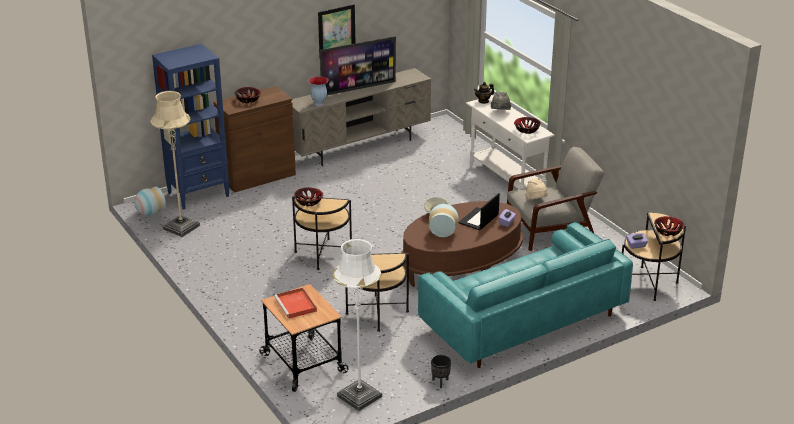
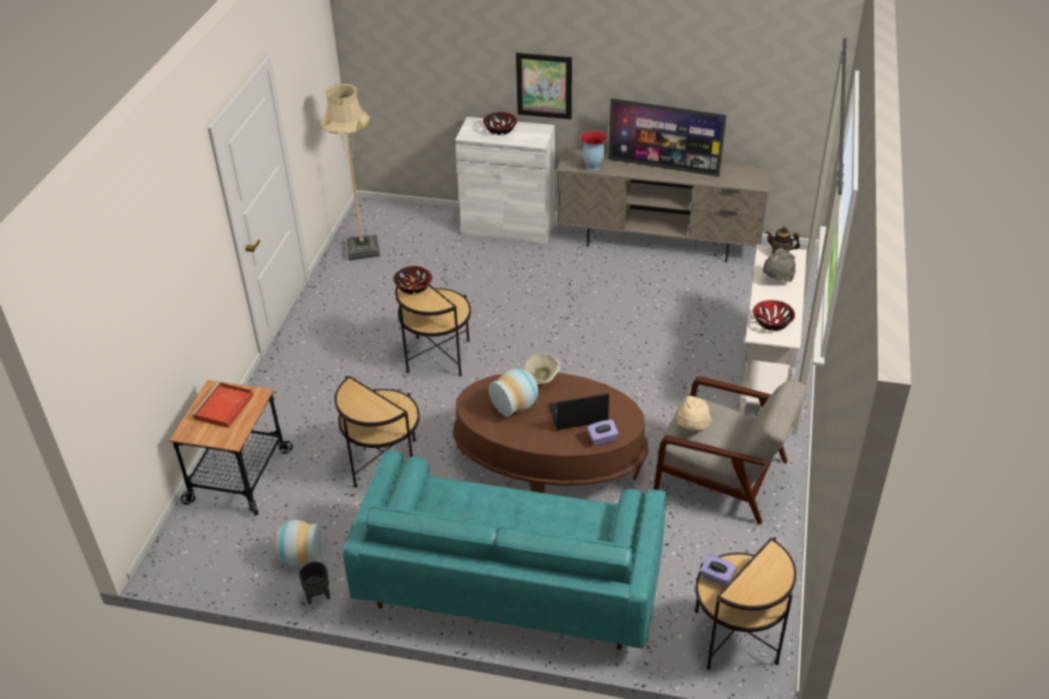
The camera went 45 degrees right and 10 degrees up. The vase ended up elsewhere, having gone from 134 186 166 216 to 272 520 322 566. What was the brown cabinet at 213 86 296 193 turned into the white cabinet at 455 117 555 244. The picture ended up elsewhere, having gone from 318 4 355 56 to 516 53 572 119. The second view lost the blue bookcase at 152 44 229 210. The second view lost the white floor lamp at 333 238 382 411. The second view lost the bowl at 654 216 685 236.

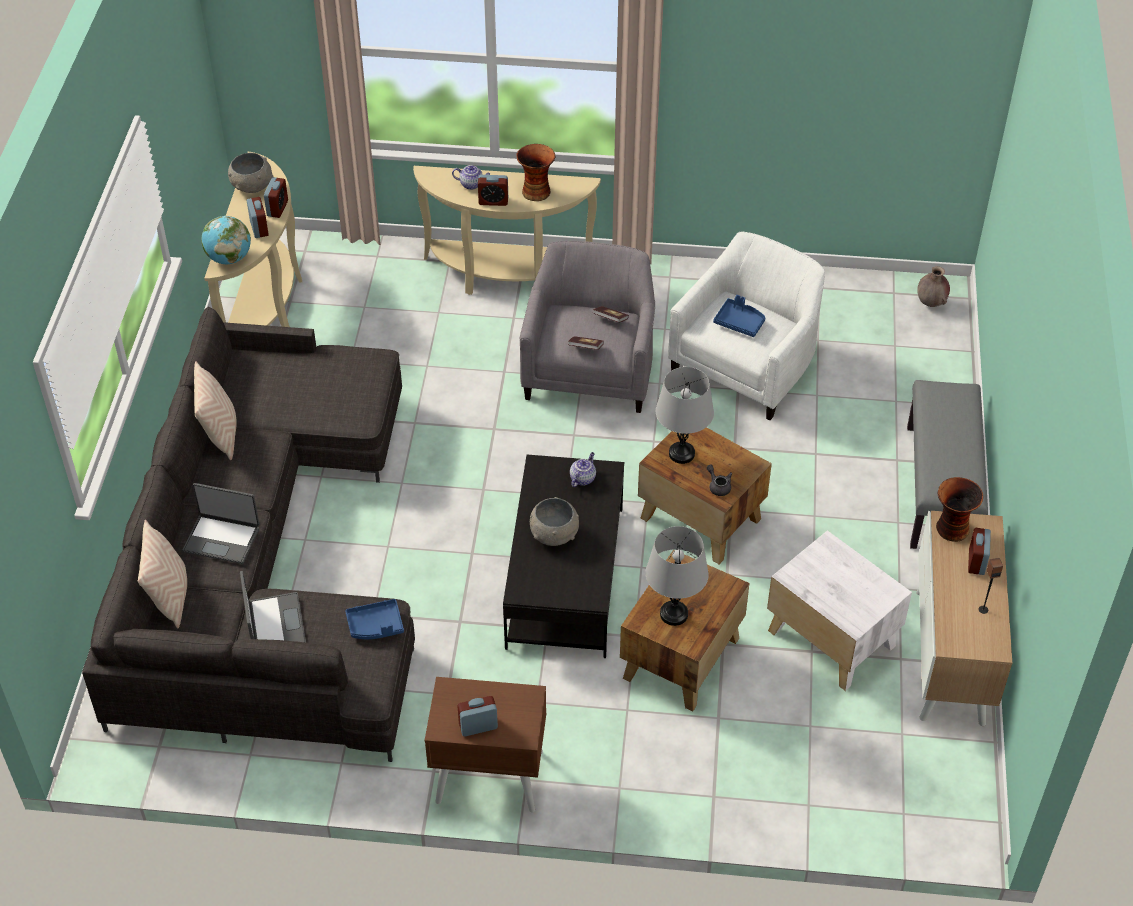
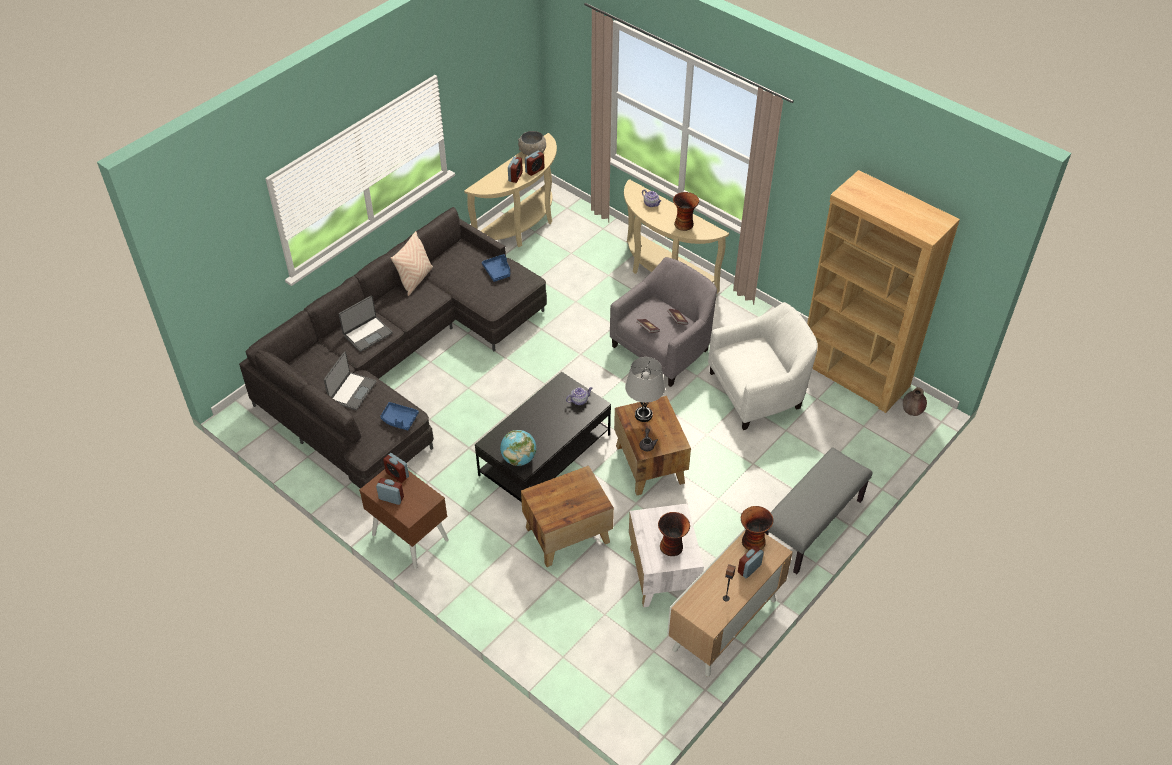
The camera went 35 degrees right and 0 degrees up. The laptop at 183 483 260 564 ended up facing another way, 90 degrees counterclockwise from before. The alarm clock ended up elsewhere, having gone from 478 175 508 206 to 383 453 409 483. The blue tray ended up elsewhere, having gone from 713 295 765 337 to 482 254 510 282. The globe ended up elsewhere, having gone from 201 216 251 264 to 500 430 536 466. The second view gained the vase at 658 512 690 556. The second view gained the brown bookcase at 807 170 960 413. The second view lost the beige pillow at 138 519 187 628. The second view lost the grey bowl at 530 497 579 546. The second view lost the grey table lamp at 645 526 709 626.

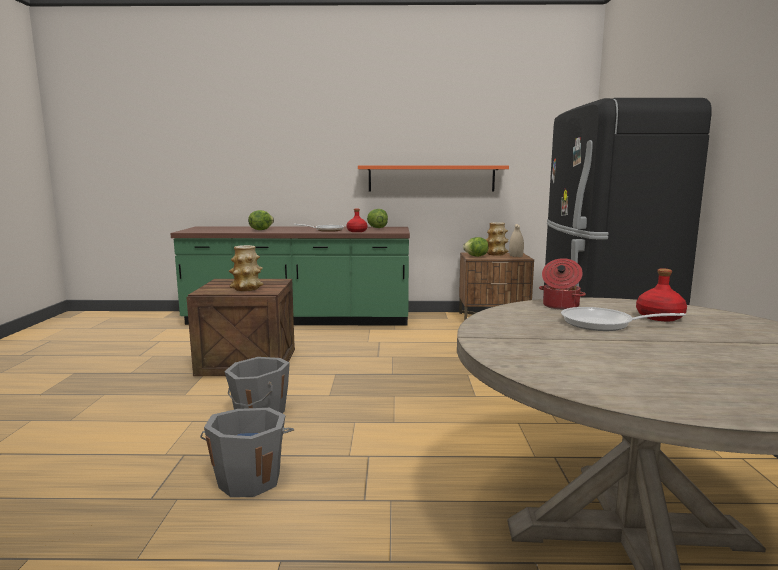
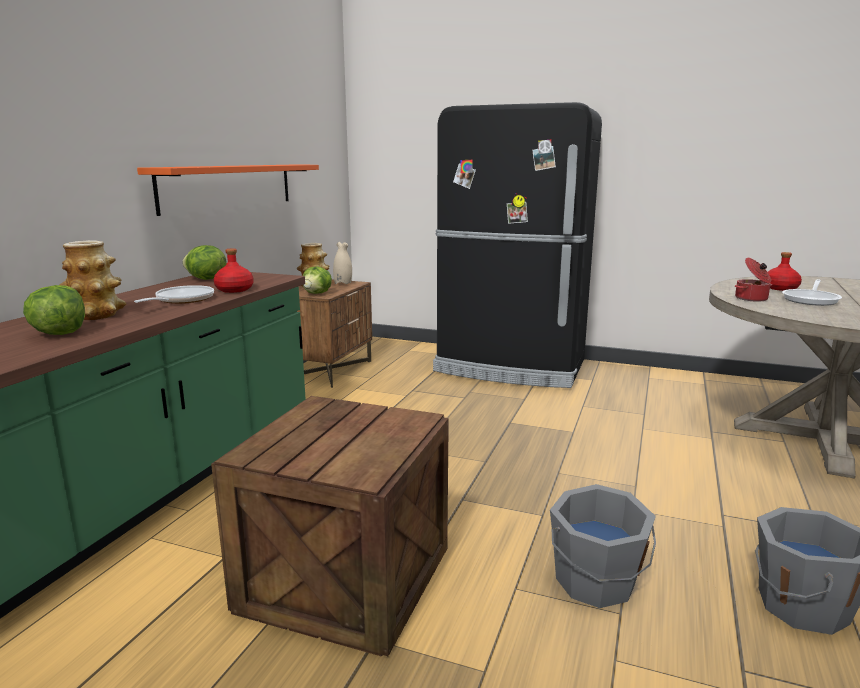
The camera went 70 degrees left and 5 degrees up. The vase ended up elsewhere, having gone from 229 245 264 291 to 59 240 126 320.

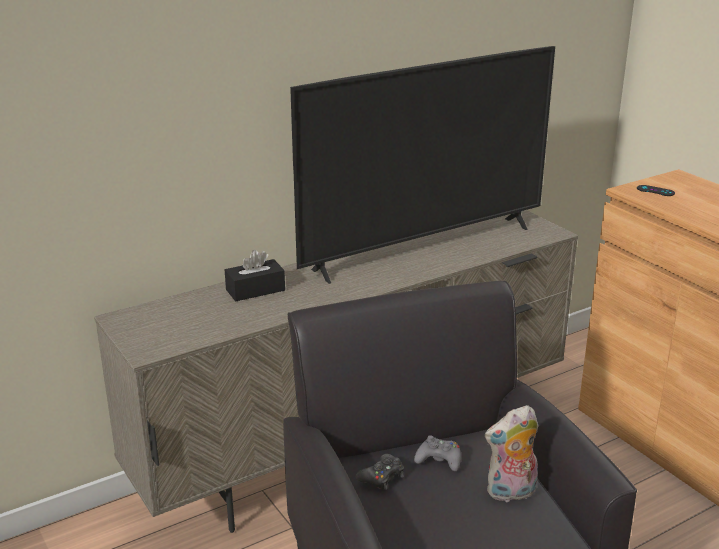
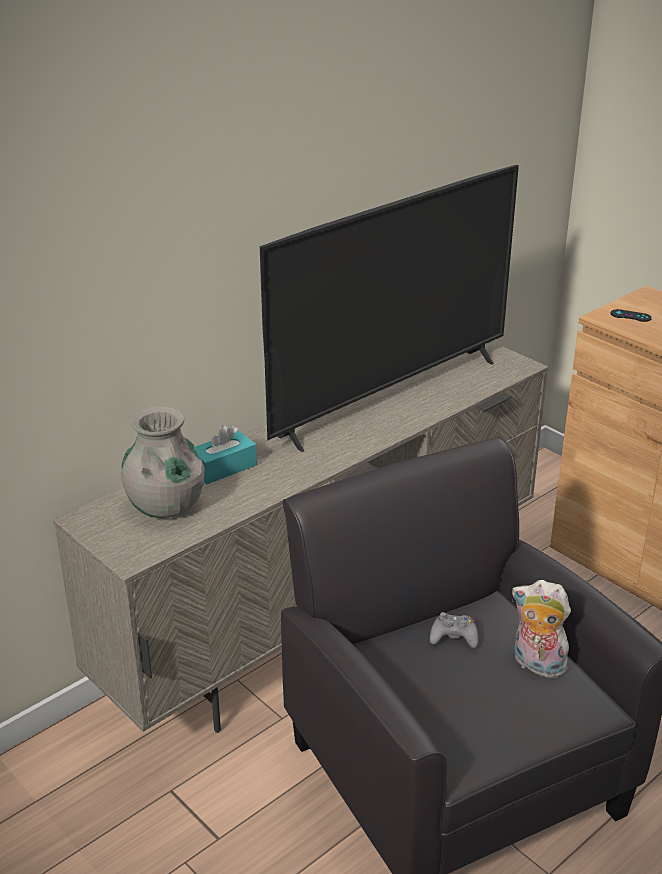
The camera went 10 degrees left and 5 degrees up. The second view gained the grey vase at 121 406 205 518. What was the black tissue box at 225 250 285 301 turned into the turquoise tissue box at 194 425 257 484. The plush toy at 485 405 538 502 ended up facing another way, 60 degrees clockwise from before. The second view lost the black game controller at 356 454 404 490.

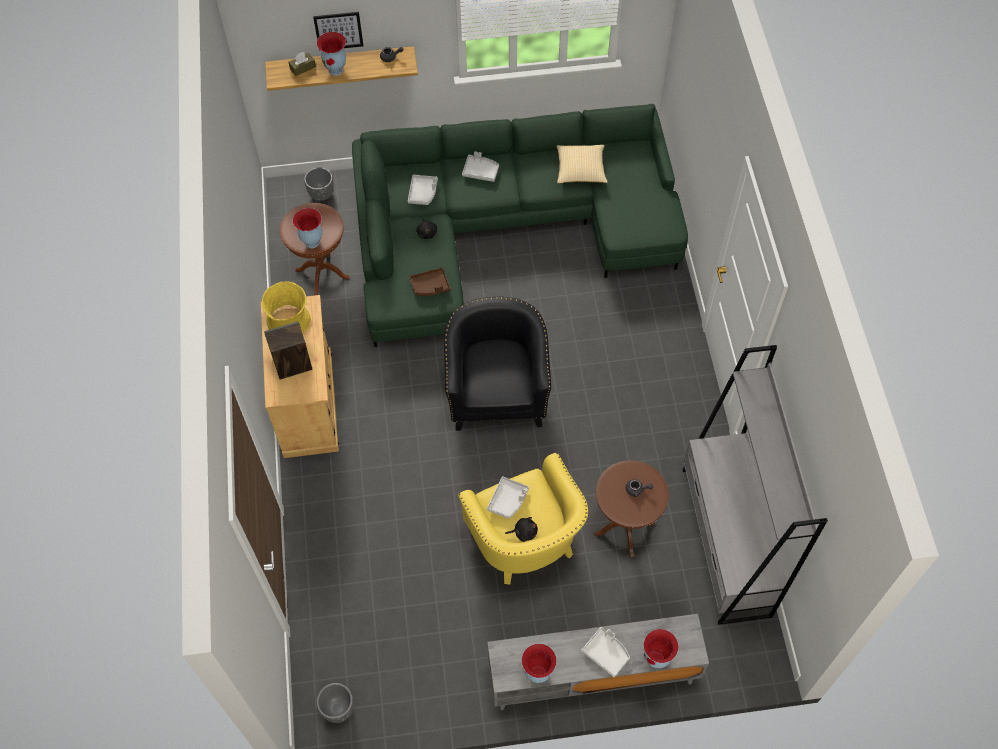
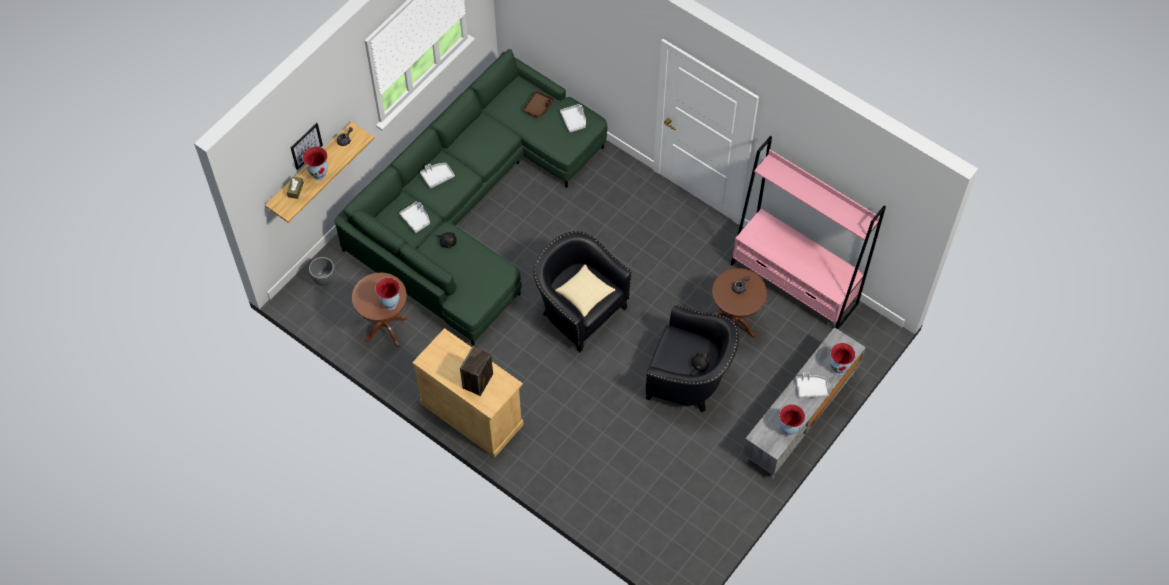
The camera went 45 degrees left and 0 degrees up. The brown tray ended up elsewhere, having gone from 409 268 450 296 to 523 91 554 118. The pillow ended up elsewhere, having gone from 556 145 608 183 to 555 264 616 317. The grey tray ended up elsewhere, having gone from 487 477 529 519 to 560 104 586 132. What was the yellow armchair at 458 453 588 585 turned into the black armchair at 645 305 739 413. What was the grey bookcase at 682 345 828 625 turned into the pink bookcase at 731 136 886 329. The second view lost the yellow vase at 262 281 311 333. The second view lost the grey planter at 316 683 354 723.

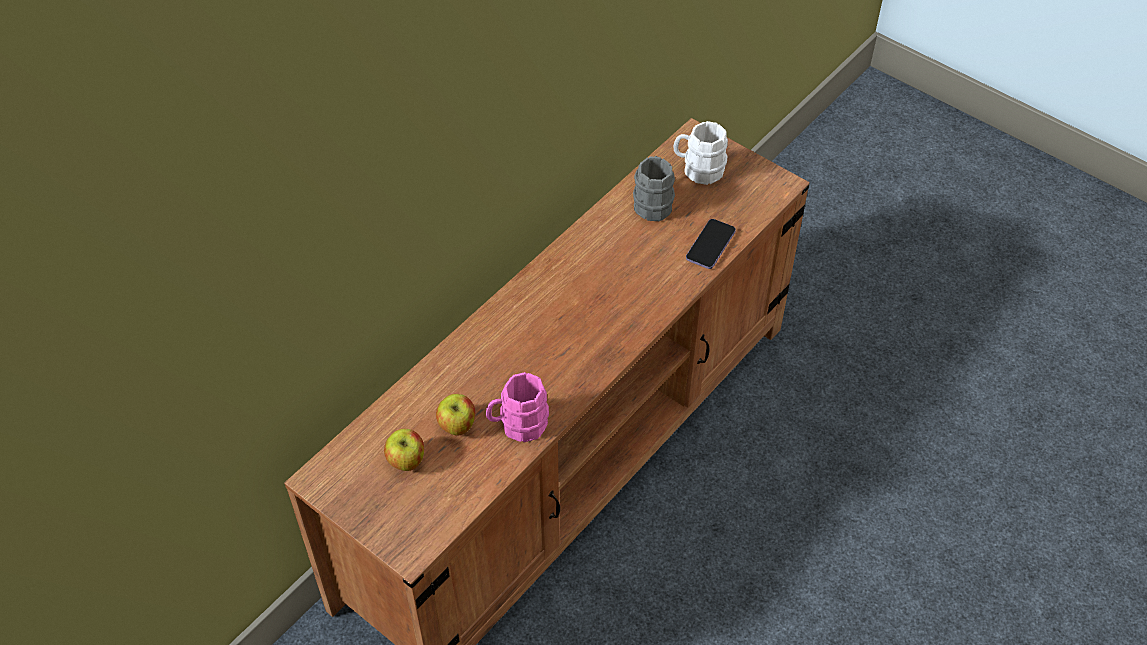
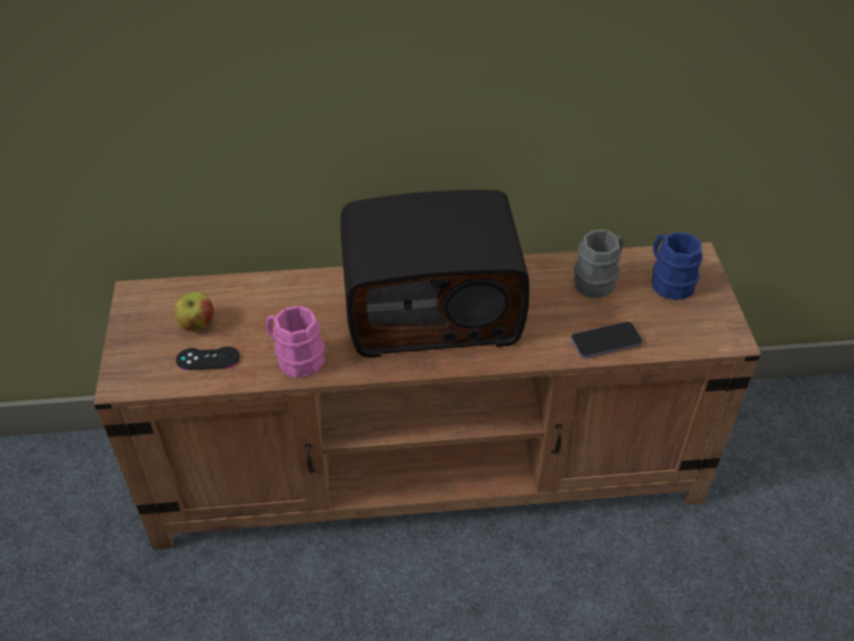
The camera went 45 degrees right and 5 degrees down. The second view gained the black game controller at 176 346 240 370. The second view gained the radio at 340 190 530 358. What was the white mug at 673 121 728 185 turned into the blue mug at 652 232 703 300. The second view lost the apple at 436 394 475 436.

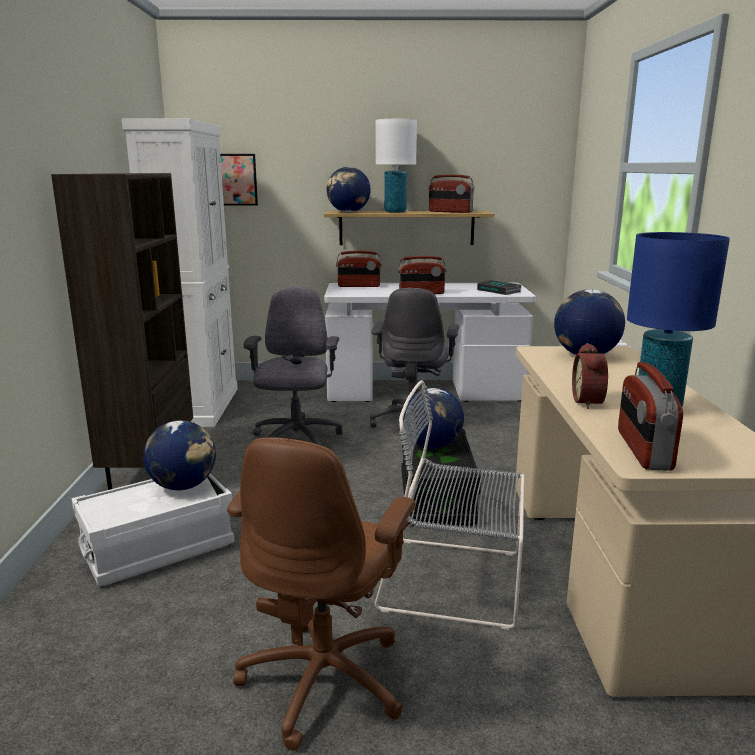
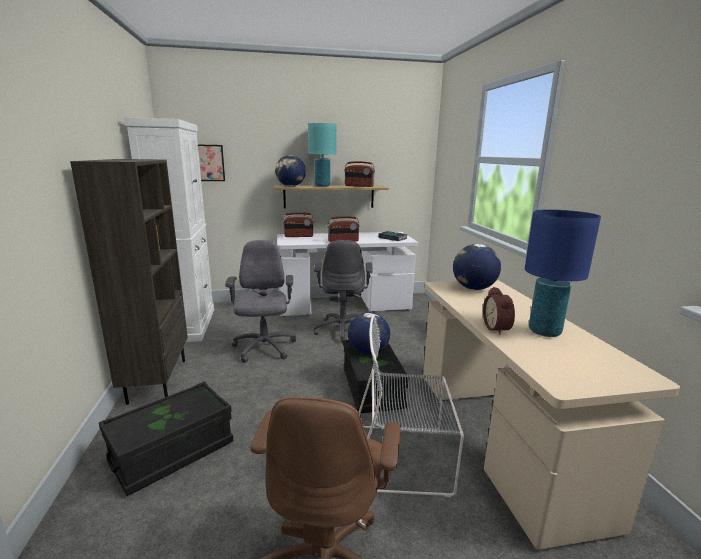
The camera went 10 degrees left and 0 degrees up. What was the white storage box at 72 473 234 586 turned into the black storage box at 99 382 233 496. What was the white table lamp at 375 119 417 213 turned into the turquoise table lamp at 308 123 336 187. The second view lost the globe at 143 420 216 490. The second view lost the radio at 618 362 683 471.

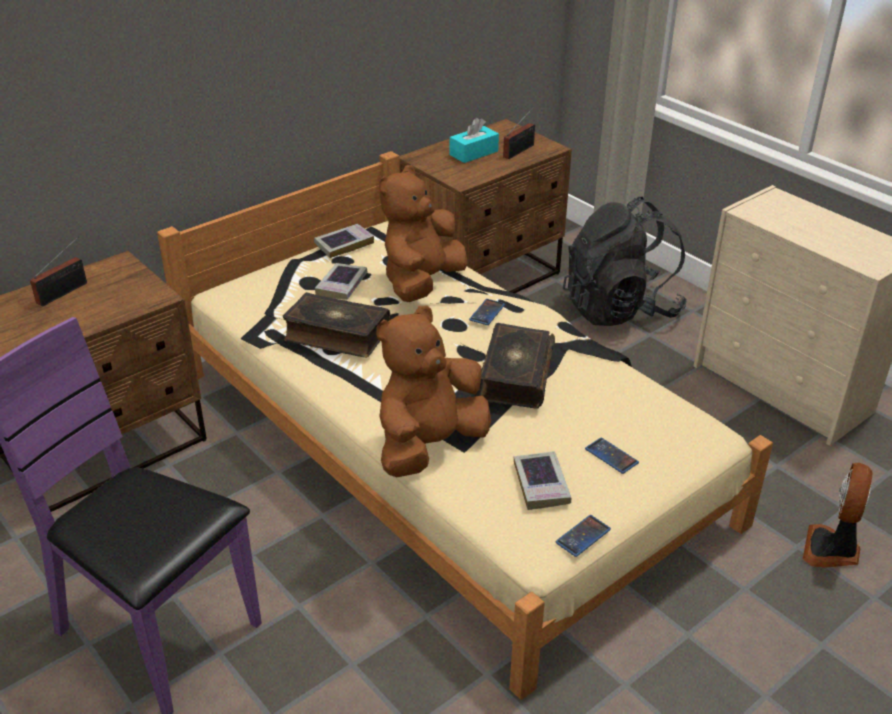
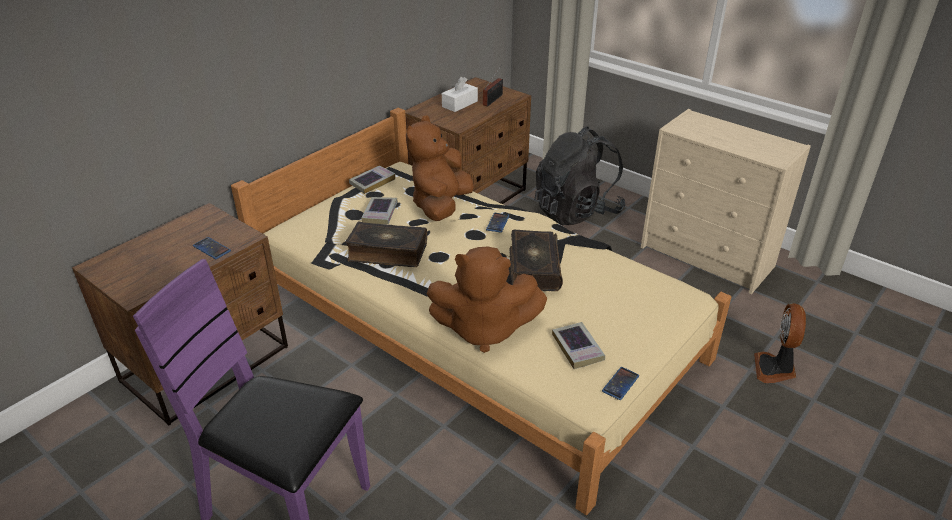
The camera went 10 degrees left and 0 degrees up. The phone ended up elsewhere, having gone from 585 438 639 474 to 193 237 231 259. The brown plush toy at 376 306 491 477 ended up facing another way, 120 degrees counterclockwise from before. What was the turquoise tissue box at 450 118 499 163 turned into the white tissue box at 442 77 478 112. The second view lost the radio at 30 236 87 306.

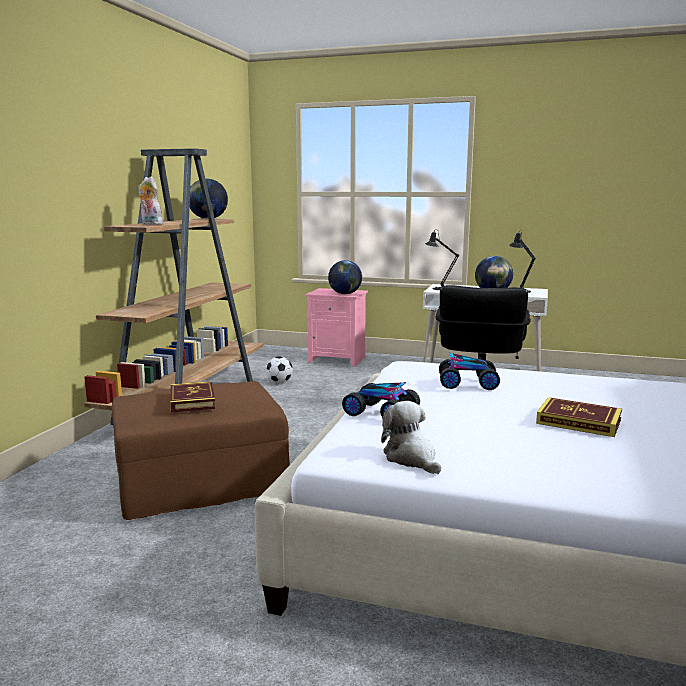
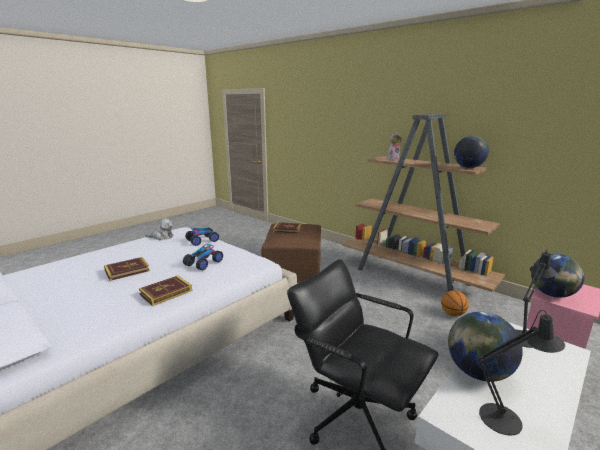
The camera went 115 degrees right and 5 degrees up. The second view gained the book at 139 276 192 306. Where the football stood at 266 356 293 383, the basketball came to stand at 441 290 469 316.

